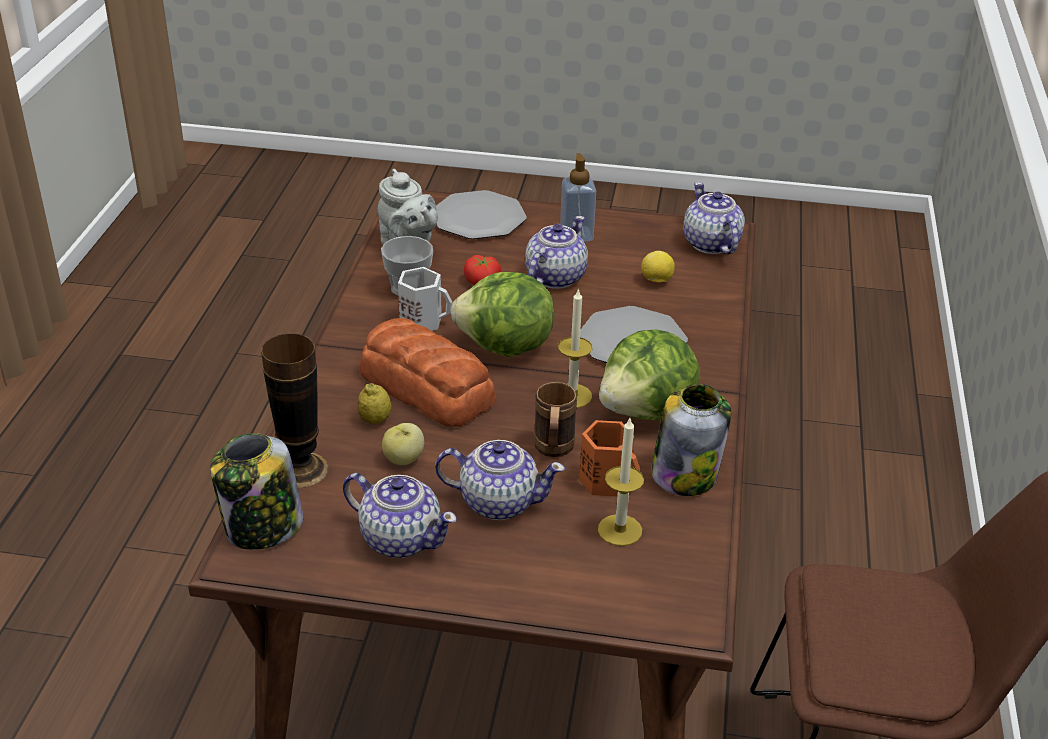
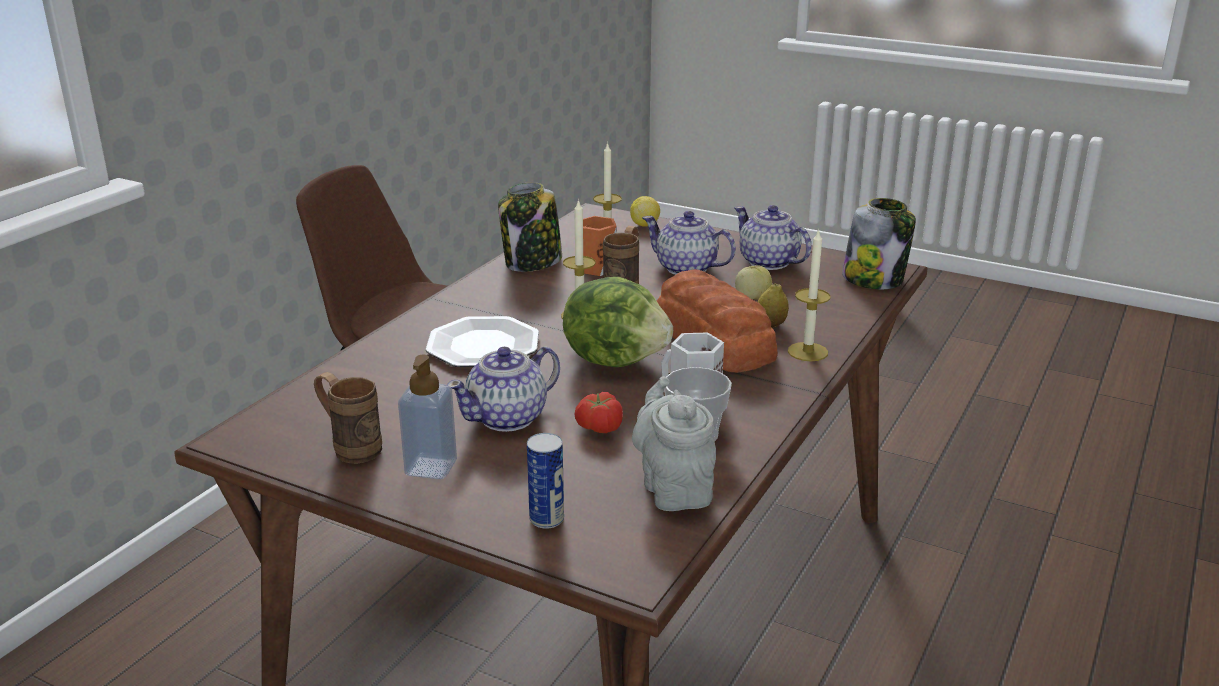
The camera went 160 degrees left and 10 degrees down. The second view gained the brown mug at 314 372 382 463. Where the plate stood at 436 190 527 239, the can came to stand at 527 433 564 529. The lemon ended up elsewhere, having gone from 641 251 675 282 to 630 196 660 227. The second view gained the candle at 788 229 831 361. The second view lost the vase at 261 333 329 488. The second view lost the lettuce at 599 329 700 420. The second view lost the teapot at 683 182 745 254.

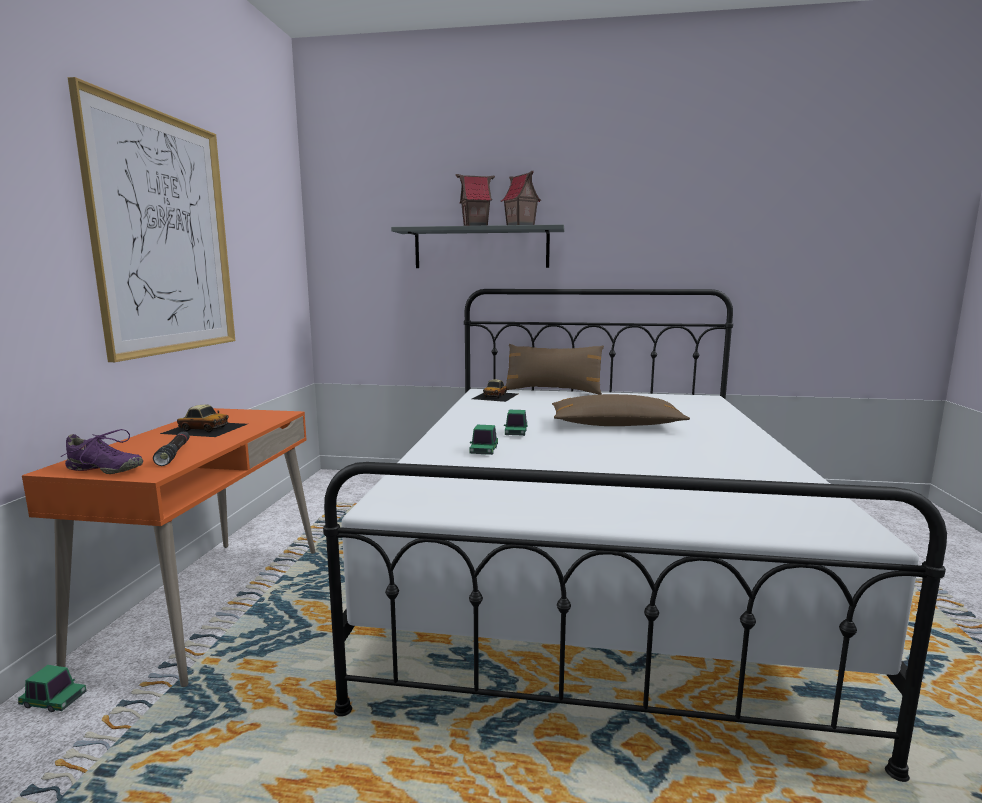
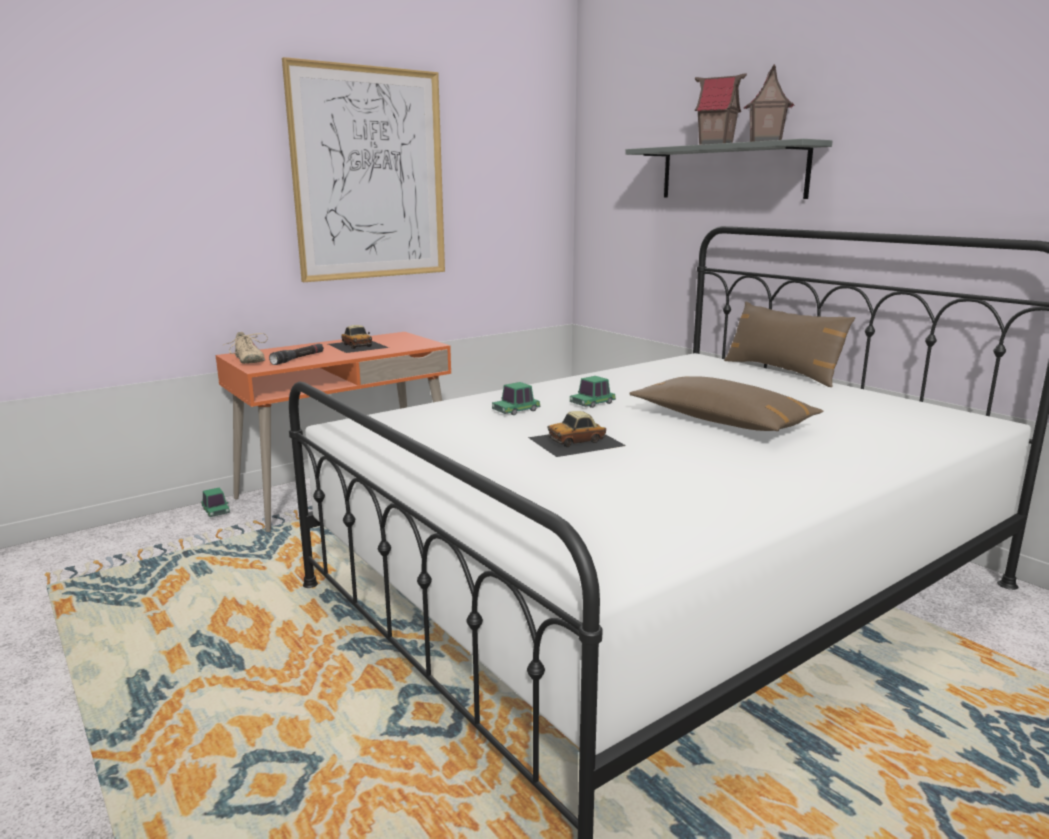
The camera went 45 degrees right and 5 degrees up. What was the purple shoe at 61 429 143 474 turned into the beige shoe at 222 332 268 364. The toy car ended up elsewhere, having gone from 472 380 518 402 to 528 411 626 457.

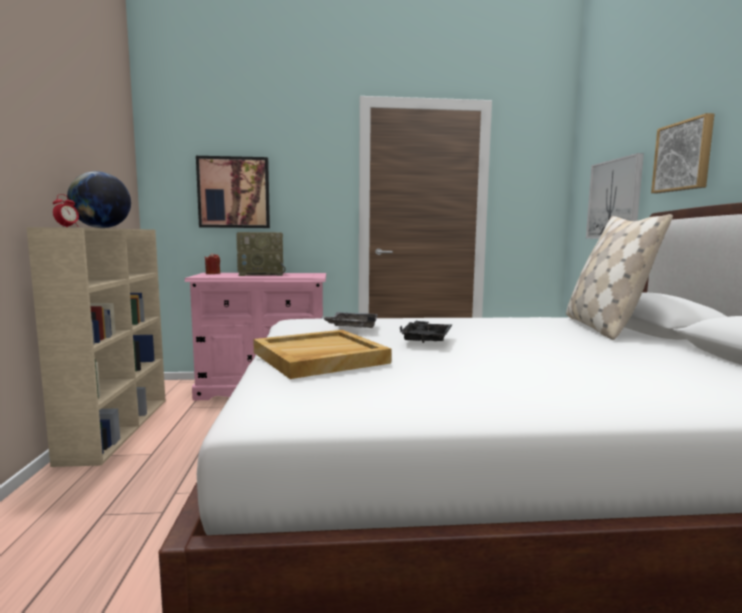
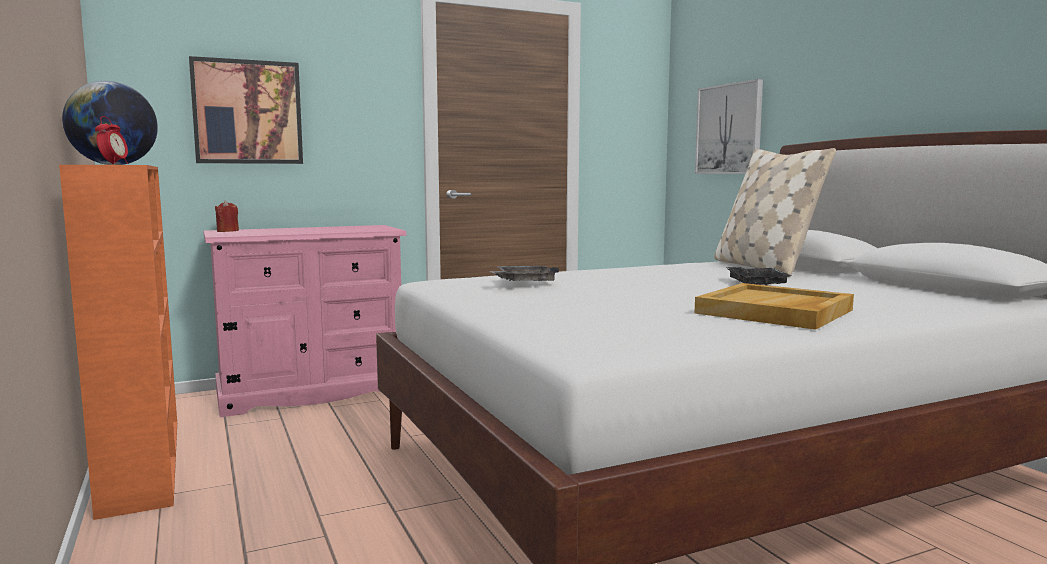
The camera went 20 degrees left and 0 degrees up. What was the beige bookcase at 27 227 165 467 turned into the orange bookcase at 59 165 177 520. The beige tray ended up elsewhere, having gone from 253 330 392 379 to 694 283 854 330. The black tray ended up elsewhere, having gone from 400 321 452 343 to 727 267 791 286. The second view lost the radio at 236 232 286 276. The second view lost the picture at 651 113 714 193.

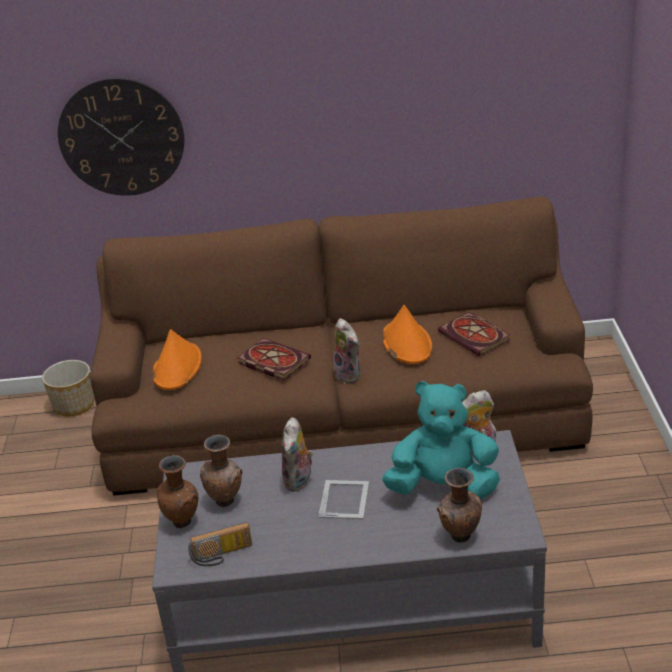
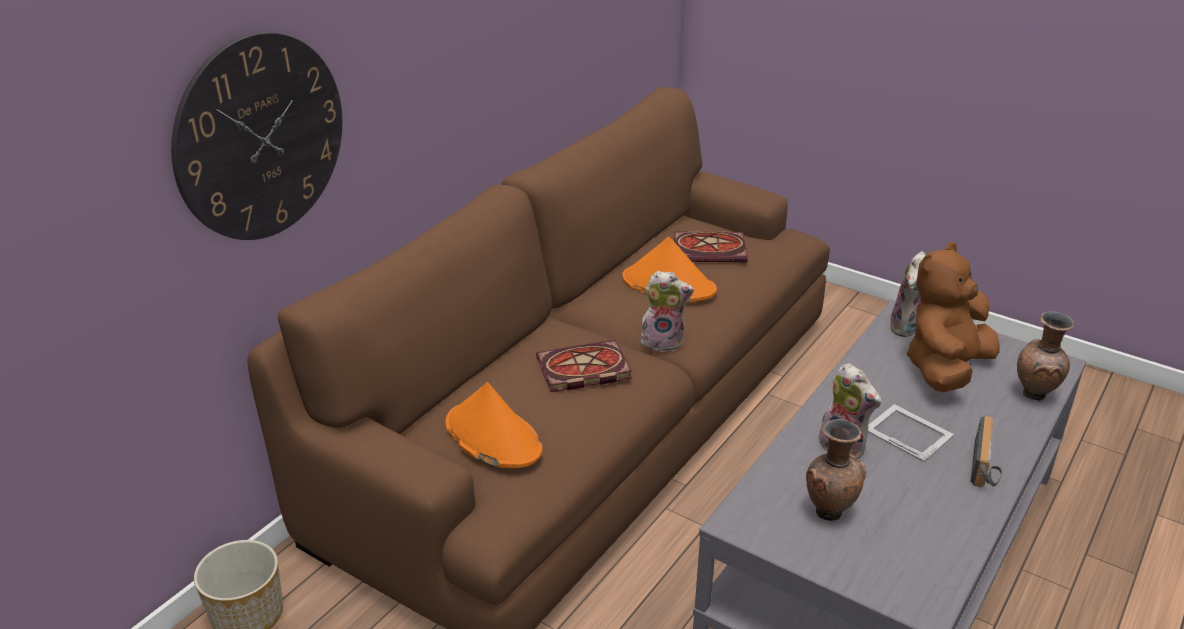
The camera went 55 degrees left and 0 degrees up. What was the turquoise plush toy at 382 381 500 499 turned into the brown plush toy at 906 242 999 392. The radio ended up elsewhere, having gone from 188 522 252 566 to 971 416 1002 487. The second view lost the brown vase at 157 455 198 528.

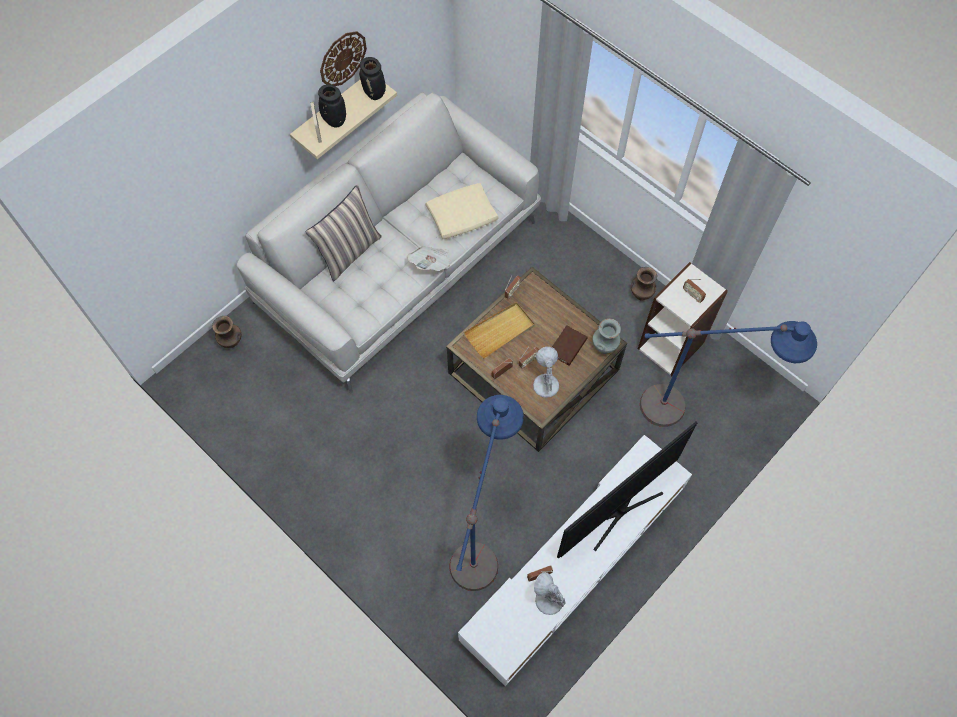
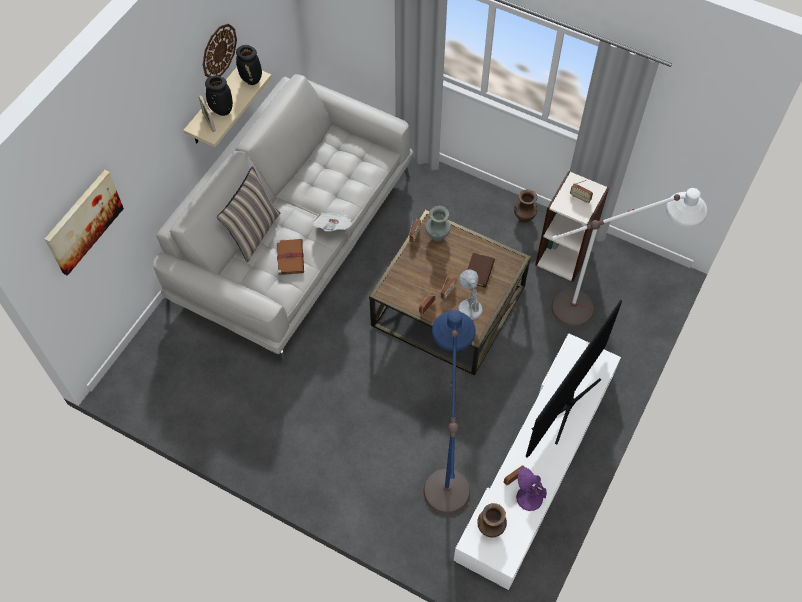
The camera went 15 degrees left and 5 degrees down. The second view gained the picture at 45 170 124 276. The second view gained the brown book at 277 239 304 275. The grey vase ended up elsewhere, having gone from 592 318 621 354 to 425 206 451 242. The brown vase ended up elsewhere, having gone from 212 316 241 348 to 477 503 507 538. What was the white table lamp at 534 572 566 615 turned into the purple table lamp at 516 467 547 511. What was the blue floor lamp at 640 321 817 427 turned into the white floor lamp at 551 188 707 327. The second view lost the beige pillow at 426 183 498 239. The second view lost the beige tray at 464 302 535 358.

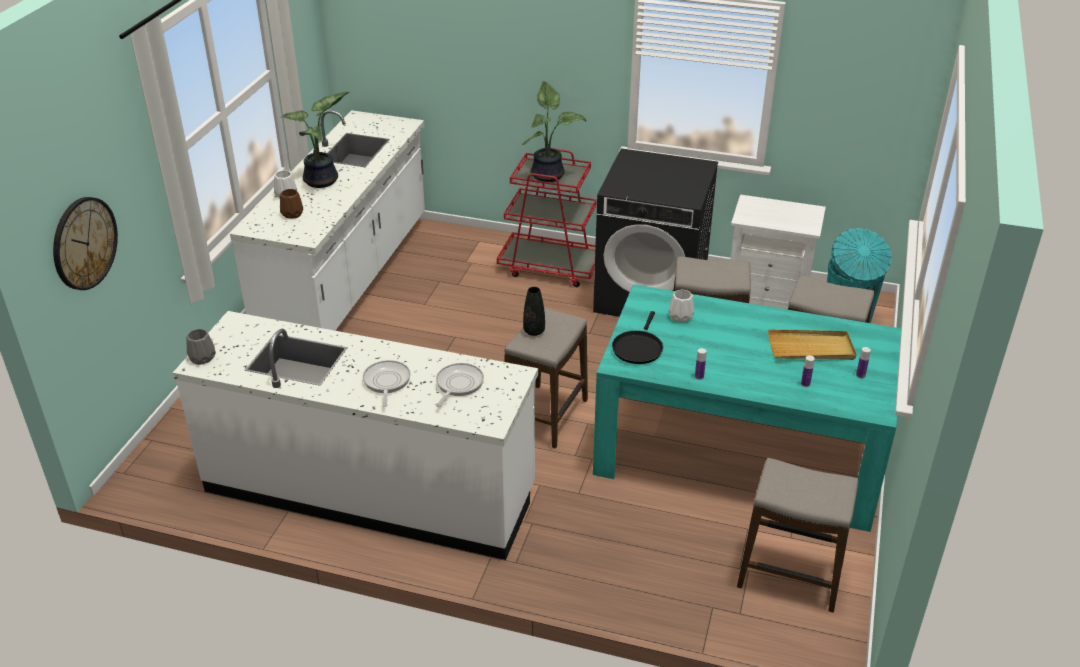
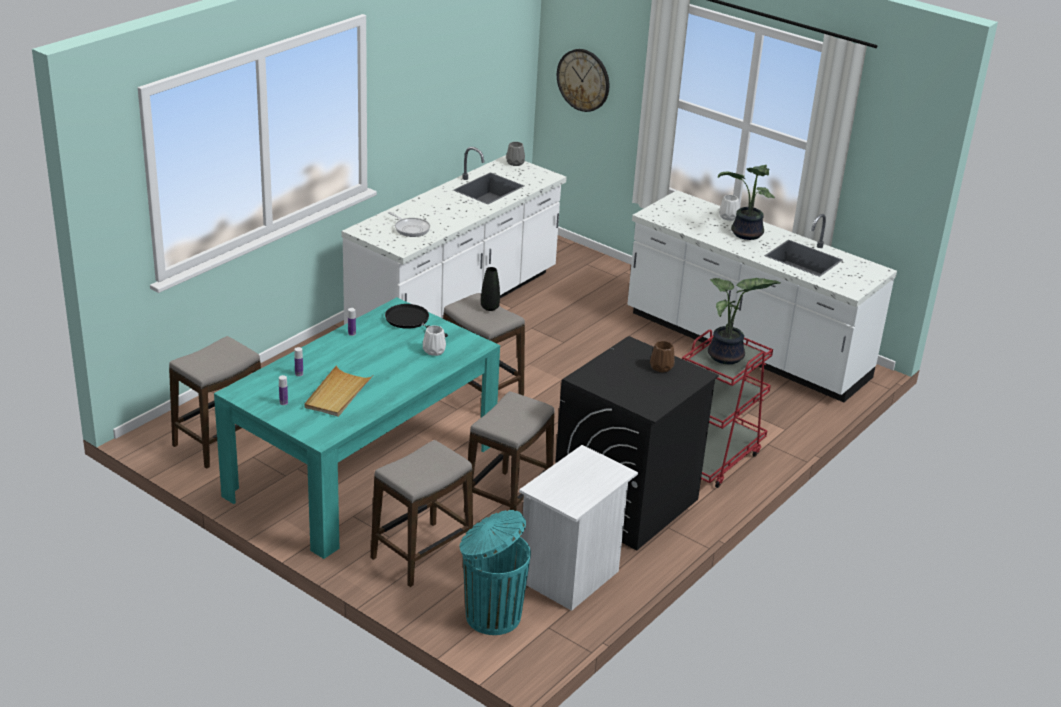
The camera went 110 degrees right and 5 degrees down. The brown vase ended up elsewhere, having gone from 280 189 303 219 to 650 341 675 372. The second view lost the frying pan at 363 360 410 407.

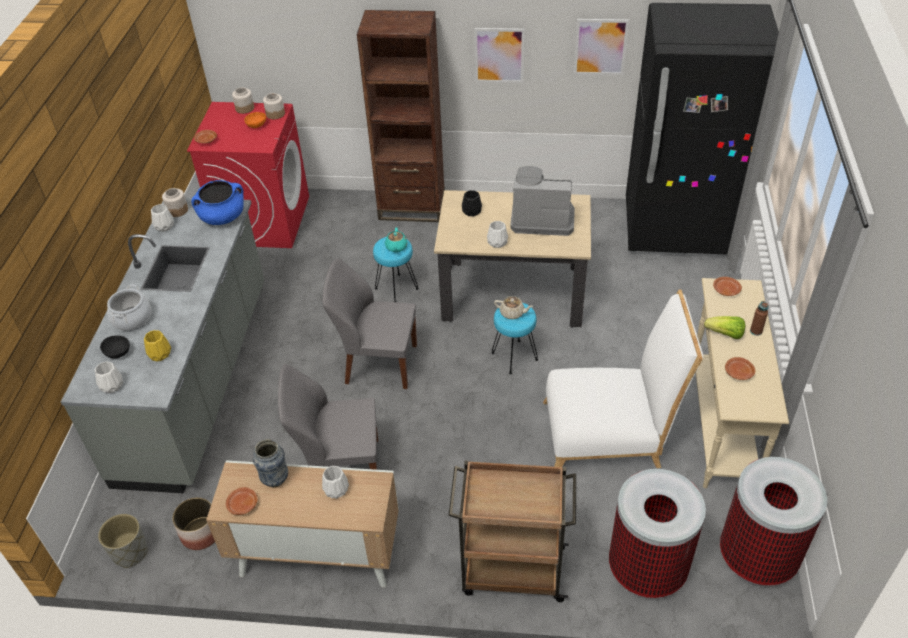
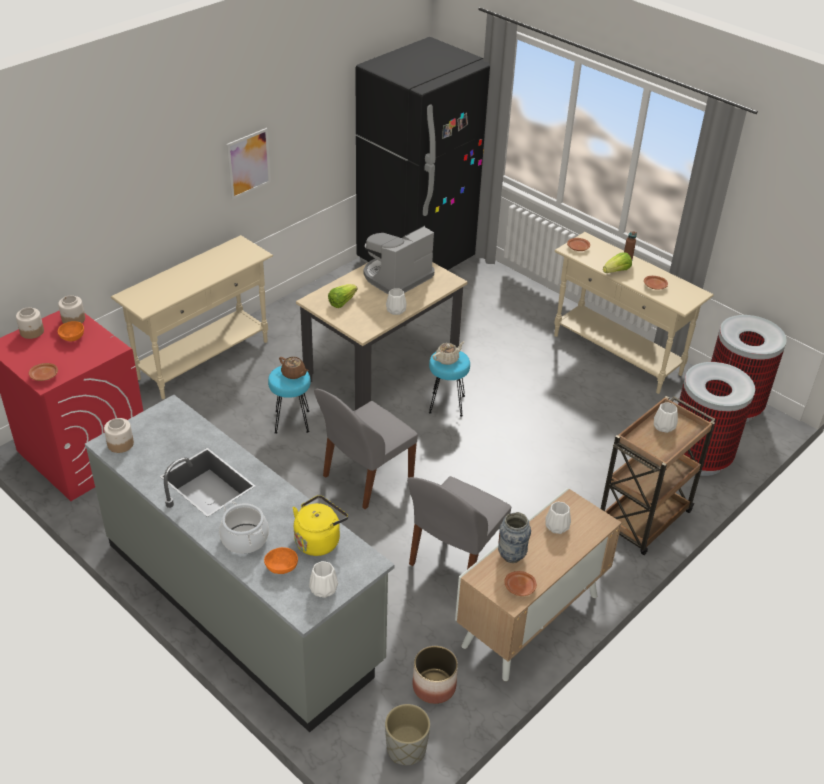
The camera went 55 degrees left and 5 degrees down. Where the brown bookcase stood at 357 10 445 222, the beige console table came to stand at 111 235 273 399. What was the black bowl at 100 335 130 359 turned into the orange bowl at 264 547 298 574. What was the turquoise teapot at 385 227 408 252 turned into the brown teapot at 279 357 309 379. Where the yellow vase stood at 144 330 171 361, the yellow kettle came to stand at 293 495 348 556. Where the black vase stood at 462 190 482 216, the lettuce came to stand at 328 284 357 308. The white vase ended up elsewhere, having gone from 151 204 174 232 to 654 402 678 433. The second view lost the blue cooking pot at 191 180 244 225. The second view lost the white chair at 543 290 703 468. The second view lost the picture at 574 19 629 75.

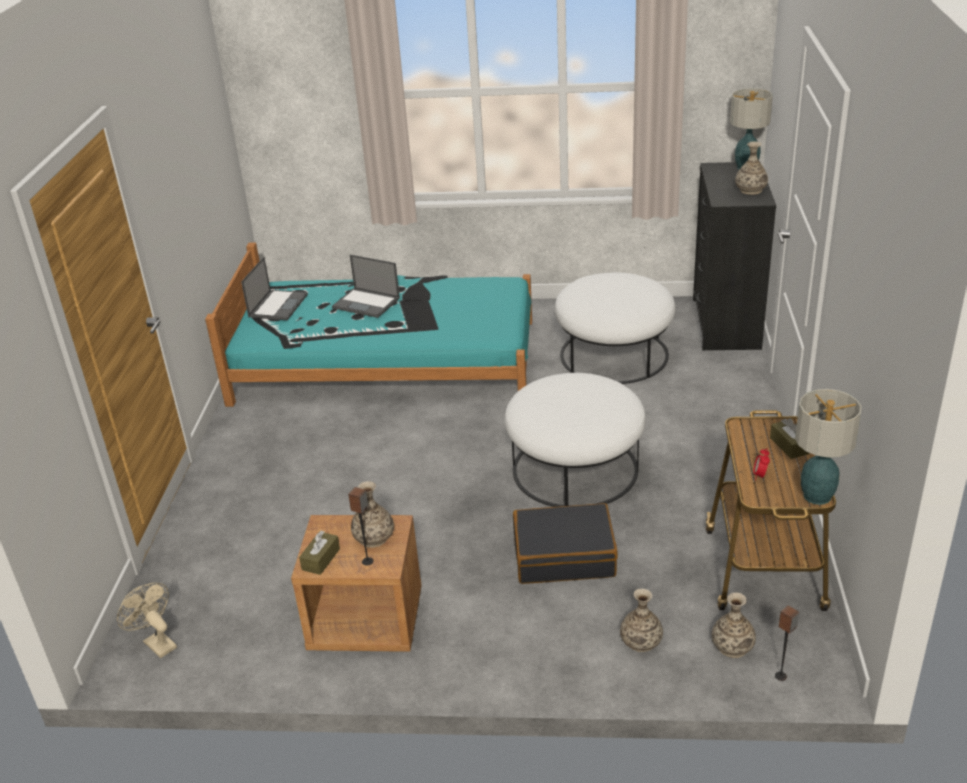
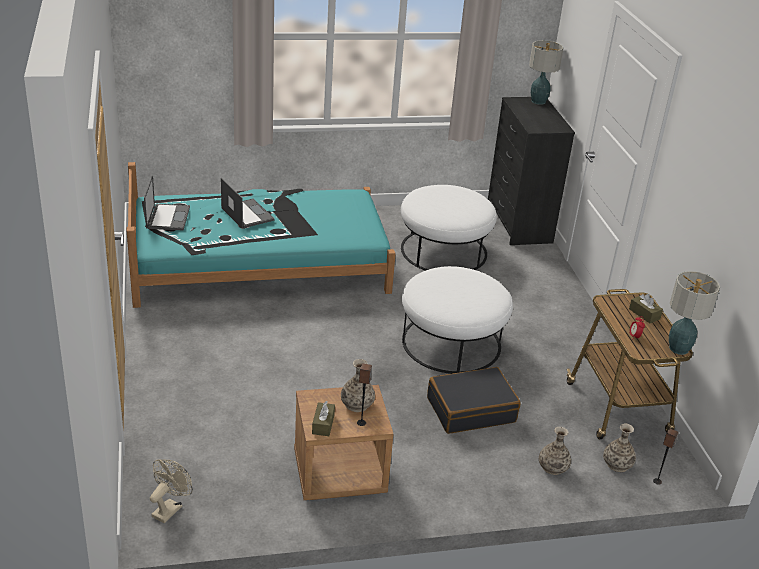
The camera went 20 degrees left and 0 degrees up. The beige fan at 117 583 177 658 ended up facing another way, 90 degrees clockwise from before. The laptop at 332 255 400 318 ended up facing another way, 135 degrees counterclockwise from before. The second view lost the vase at 735 141 768 195.

